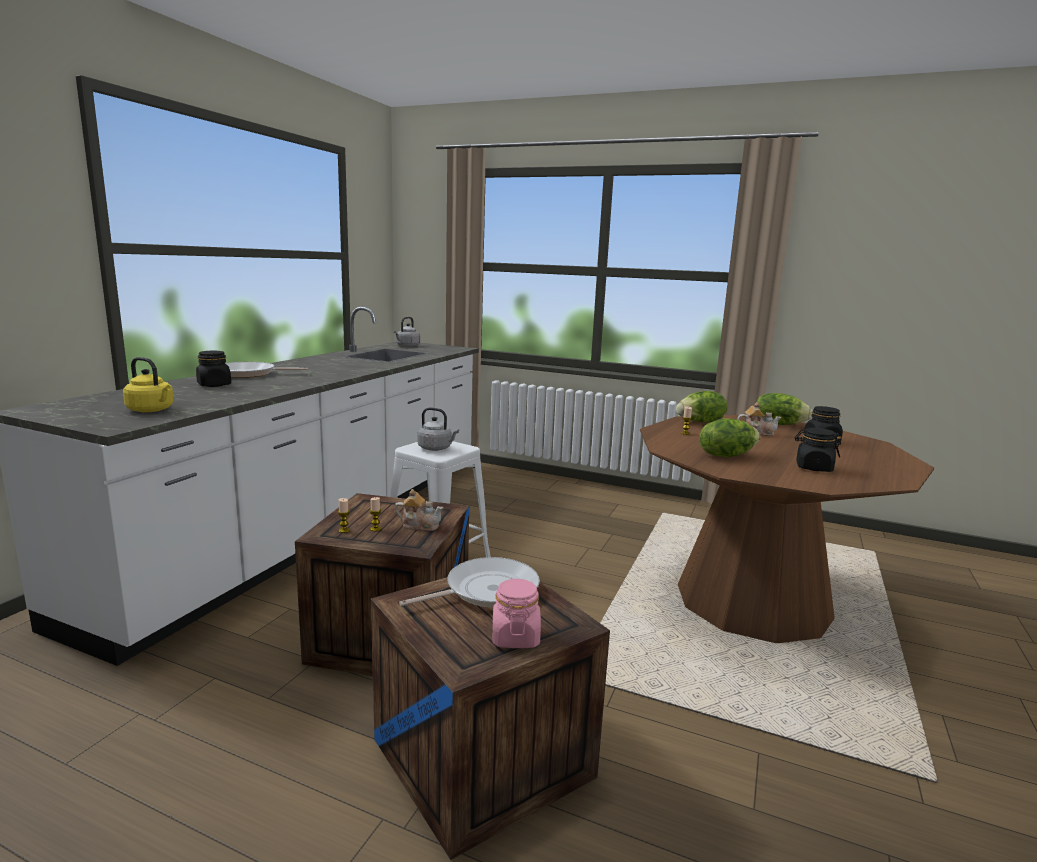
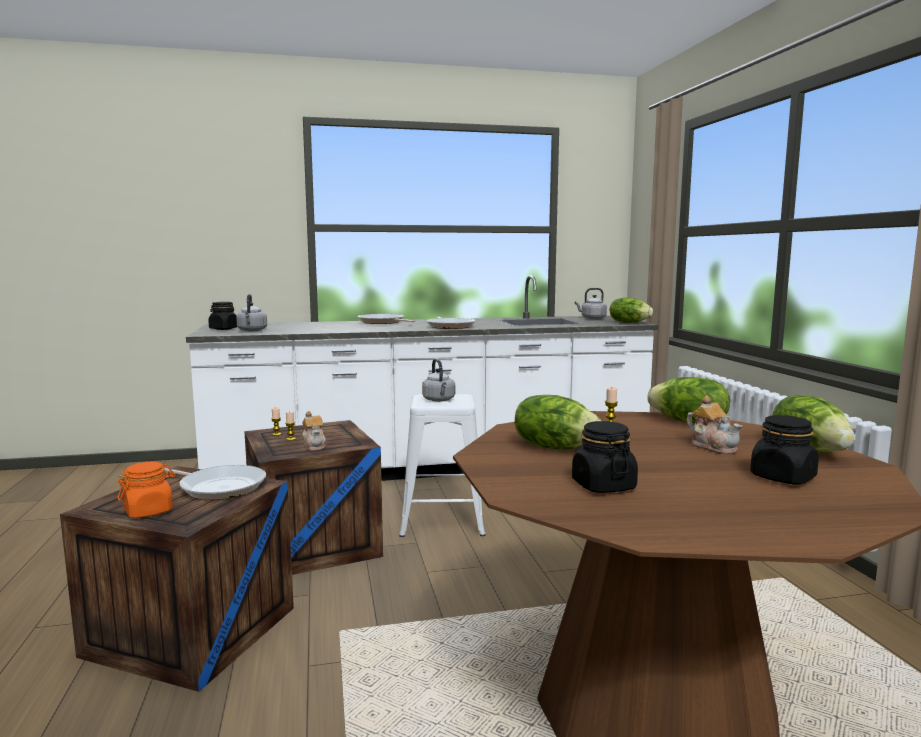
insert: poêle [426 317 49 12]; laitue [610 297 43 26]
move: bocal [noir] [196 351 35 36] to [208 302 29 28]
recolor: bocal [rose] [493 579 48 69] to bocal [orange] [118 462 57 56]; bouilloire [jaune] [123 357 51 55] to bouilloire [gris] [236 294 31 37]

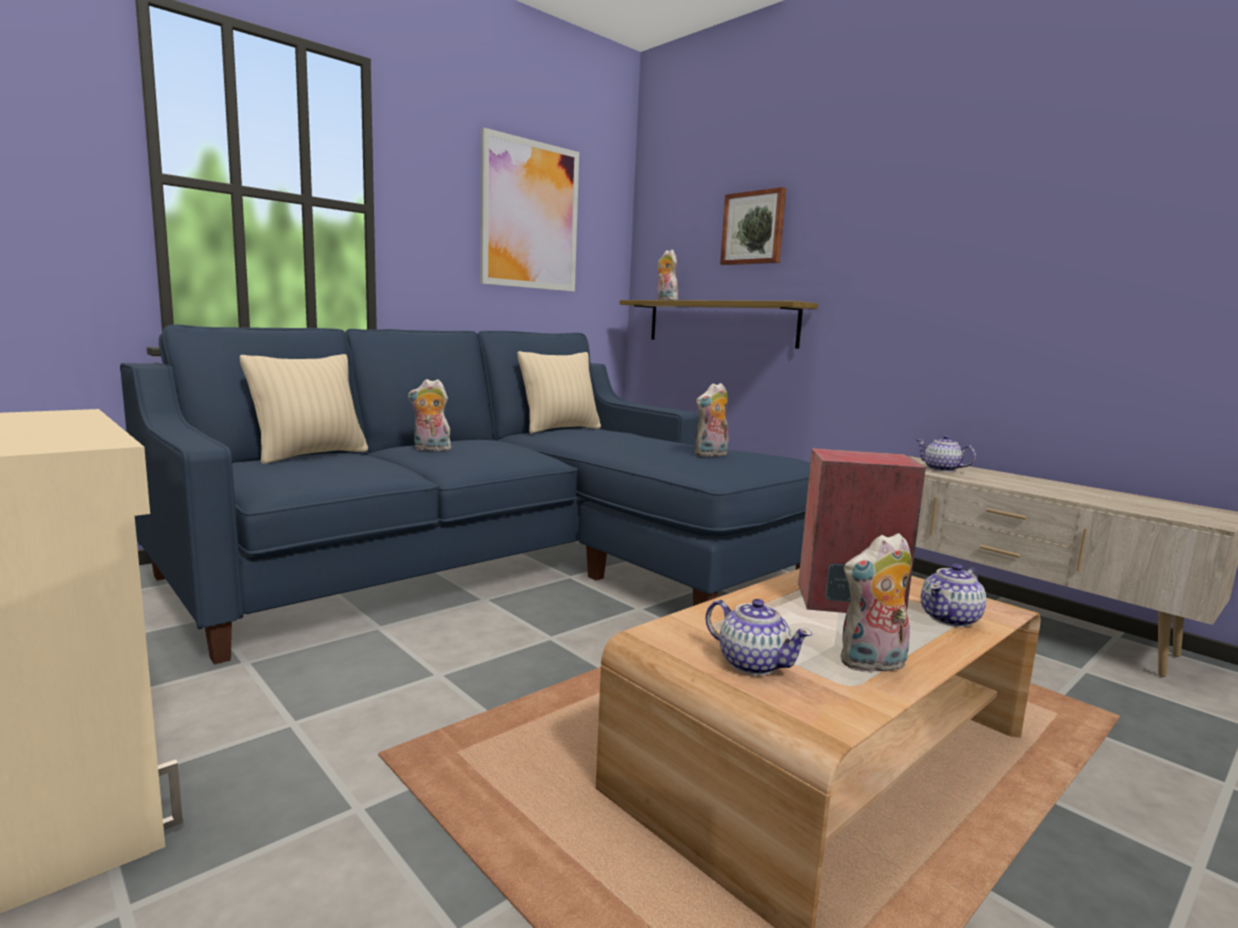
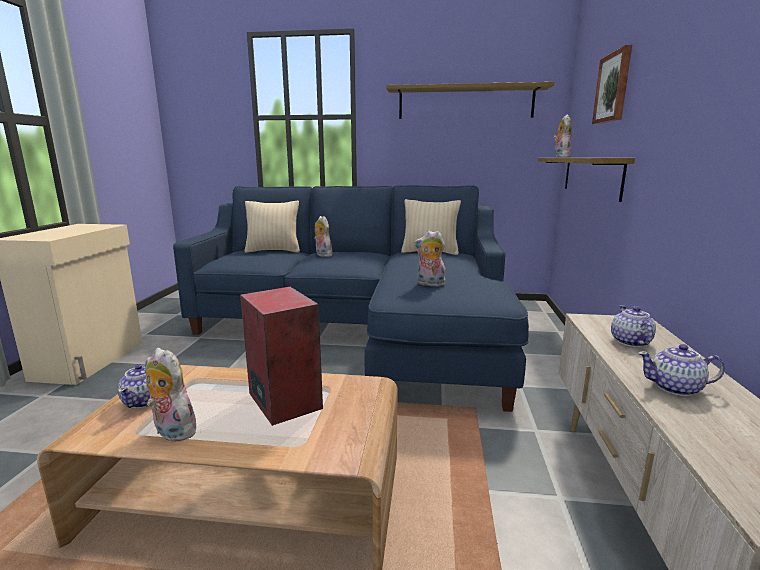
move: théière [921 564 65 63] to [638 344 87 52]
replace: tableau [480 127 99 164] to étagère [386 82 168 37]

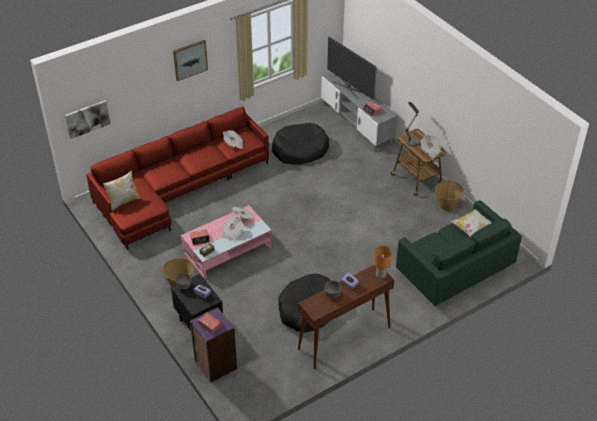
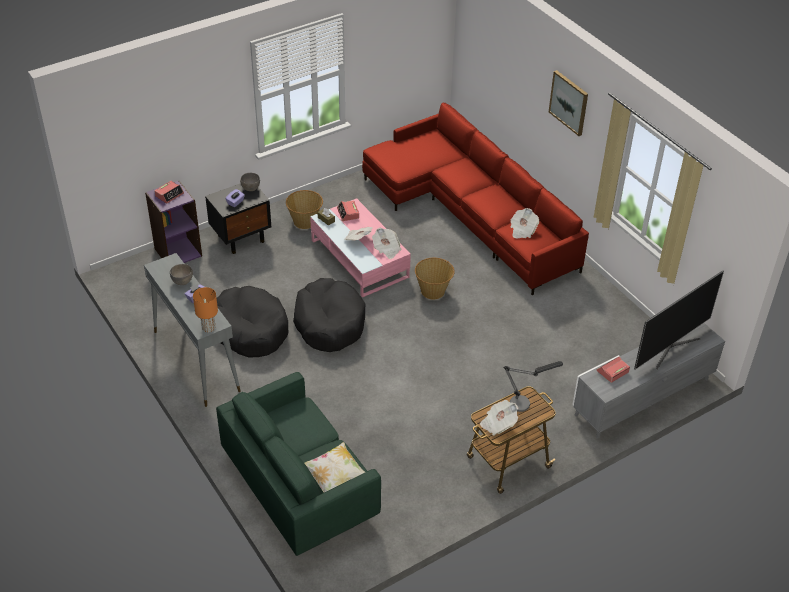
delete: tableau [65 100 45 39]; coussin [103 170 37 41]
move: panier pour chien [noir] [272 123 57 42] to [293 278 73 74]; panier [435 181 29 30] to [415 258 40 42]
recolor: table console [marron] [298 265 96 104] to table console [gris] [144 253 97 154]

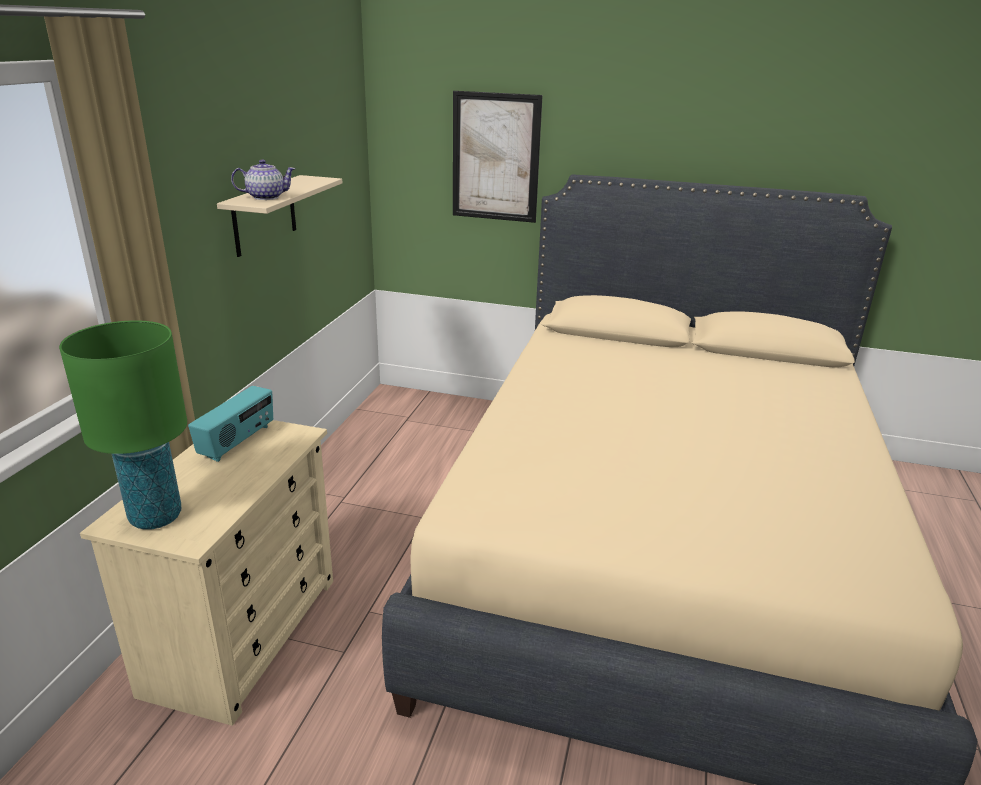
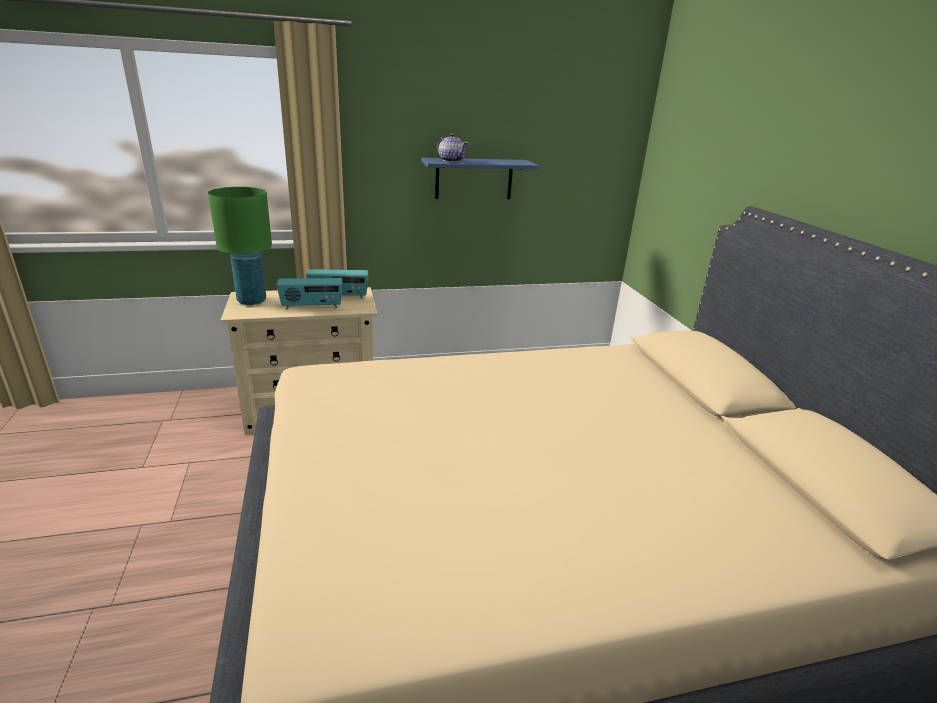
delete: tableau [453 91 90 132]
insert: radio [276 278 66 31]
recolor: étagère [beige] [217 175 126 82] to étagère [bleu] [421 158 118 41]

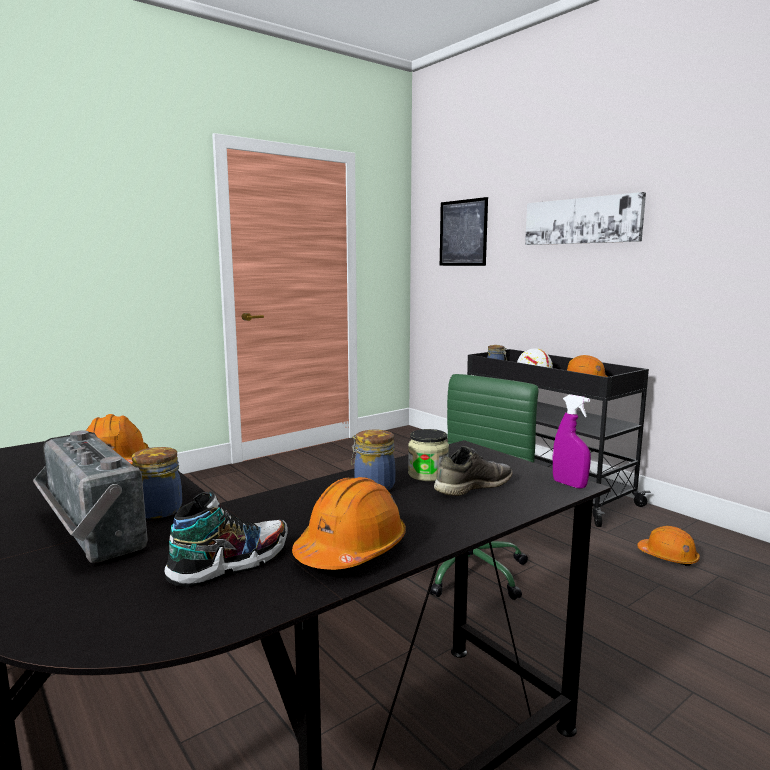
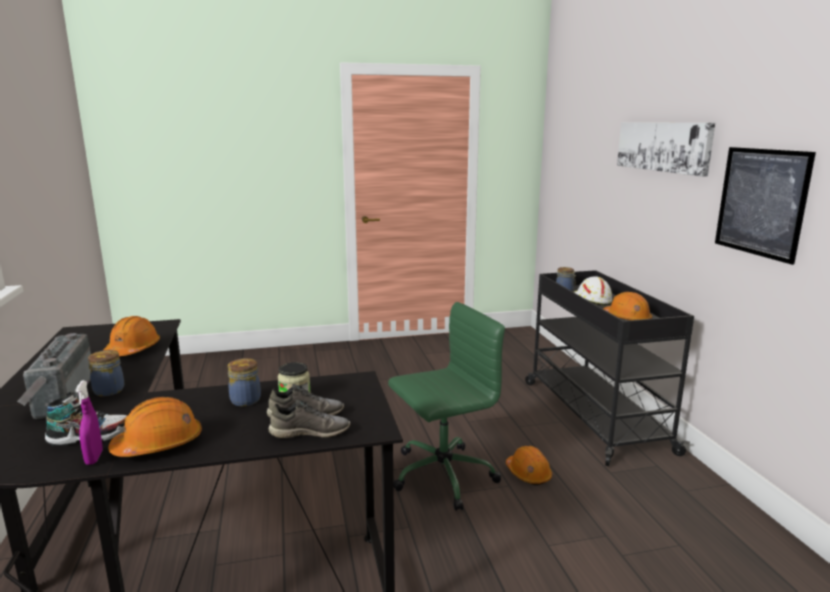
insert: chaussure [gris] [268 399 82 39]
move: vaporisateur [violet] [553 394 38 95] to [75 380 28 85]; casque de chantier [orange] [637 526 63 40] to [506 446 46 39]; tableau [440 197 48 69] to [715 147 101 118]

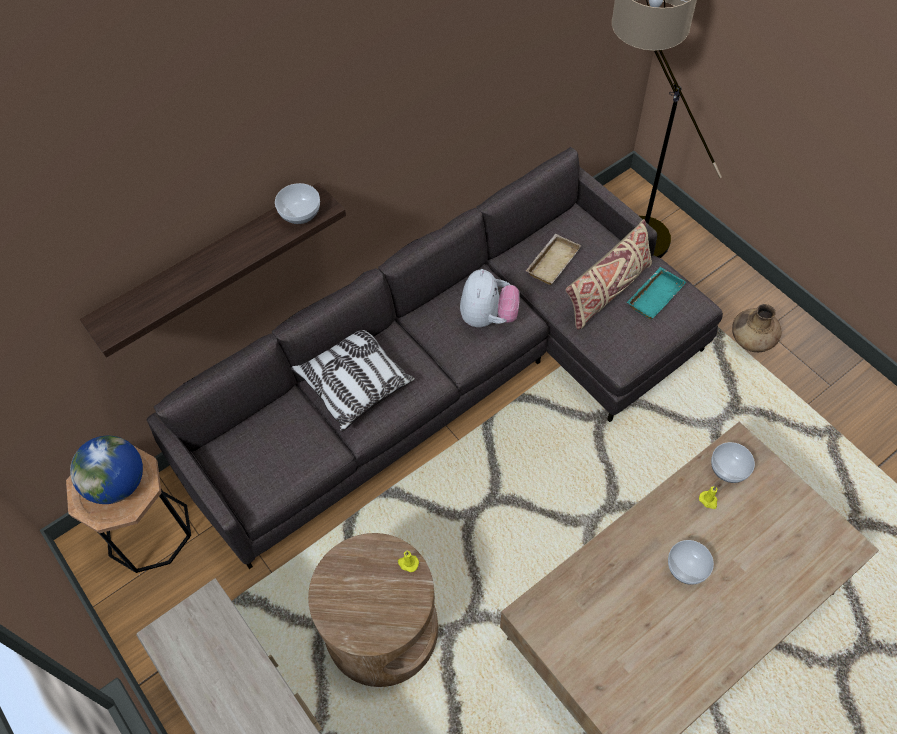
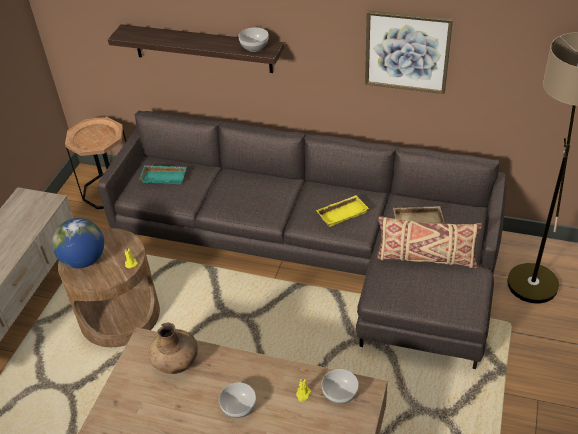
delete: coussin [291 330 124 102]
insert: tableau [365 10 88 84]
move: globe [70 436 73 68] to [52 218 52 50]; plateau [turquoise] [627 267 59 53] to [139 165 48 19]; vase [marron] [732 304 50 48] to [148 323 50 51]
replace: peluche [460 269 60 58] to plateau [jaune] [316 195 53 32]

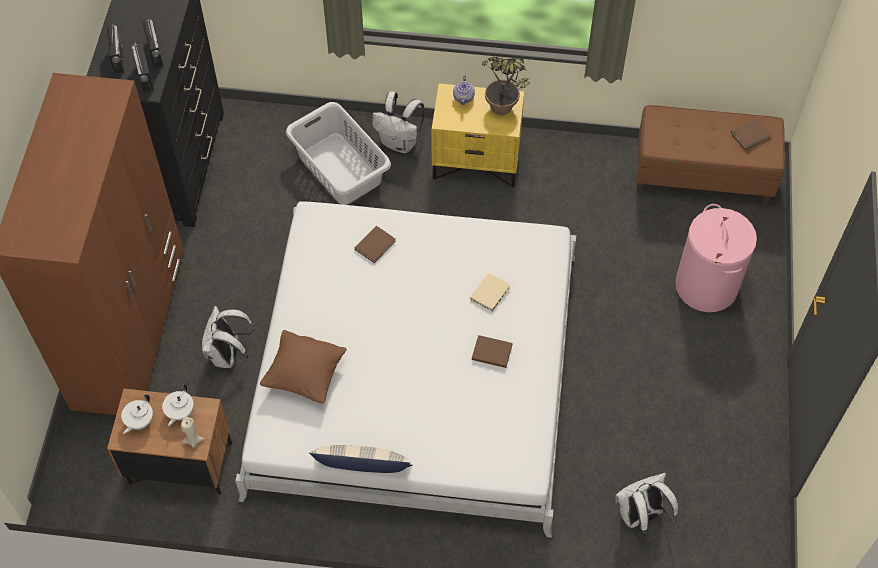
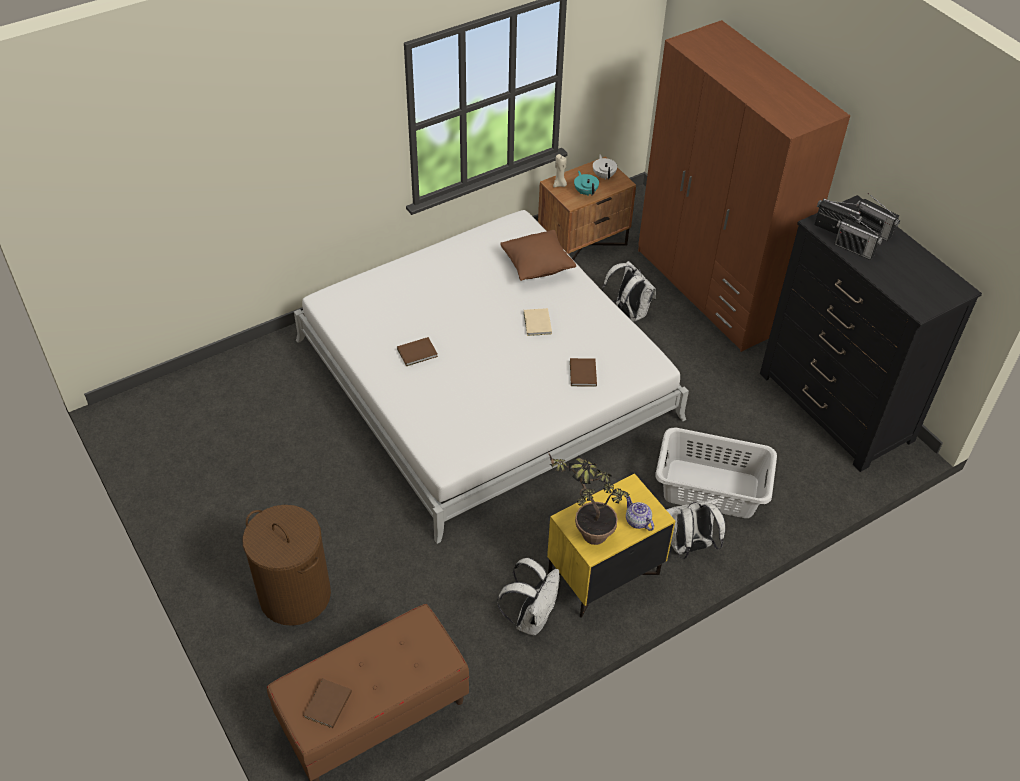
delete: coussin [309 445 104 28]
move: sac à dos [blanc] [615 473 63 65] to [497 558 62 77]; livre [beige] [470 273 41 38] to [524 308 28 28]
recolor: panier à linge [rose] [675 204 82 108] to panier à linge [marron] [242 505 89 121]; théière [blanc] [162 384 32 42] to théière [turquoise] [574 171 25 25]

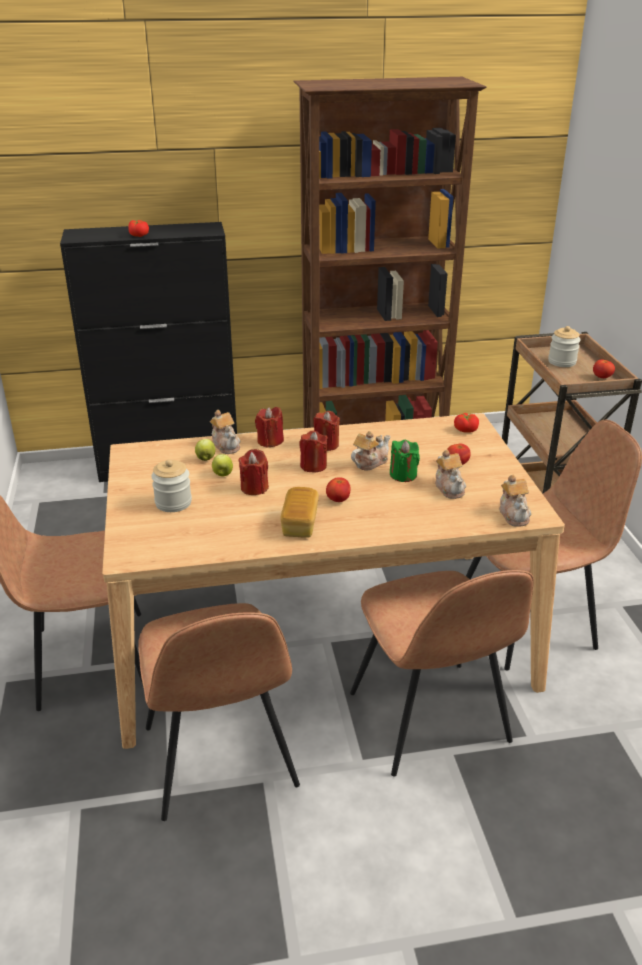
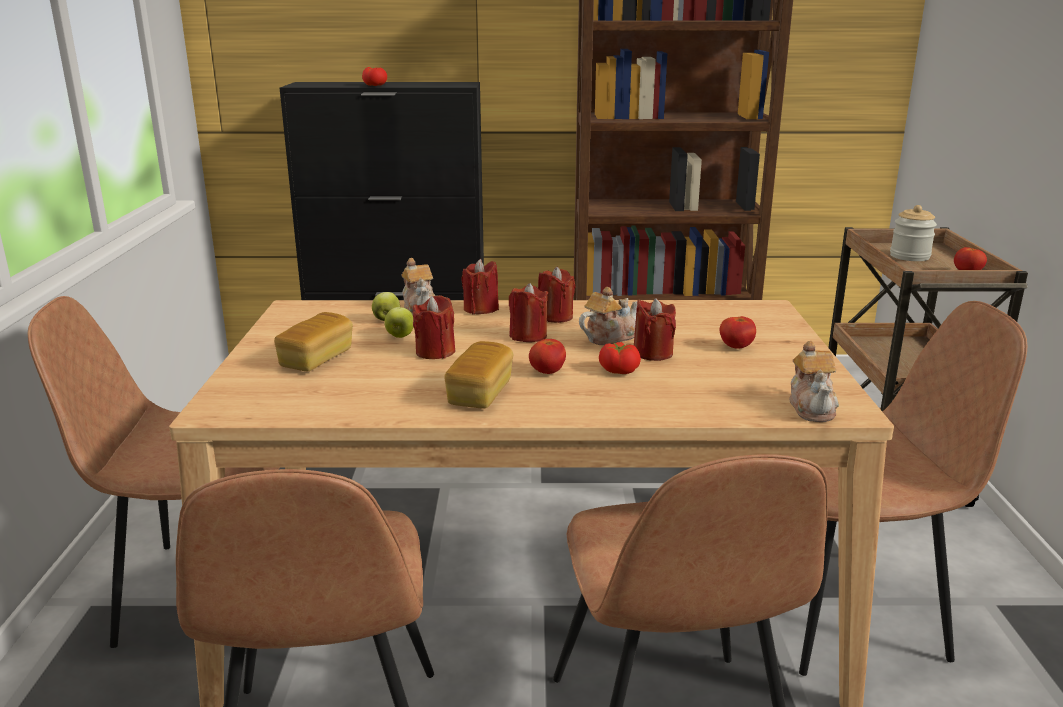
delete: théière [435 450 31 49]
move: tomate [454 413 25 20] to [599 342 42 32]
replace: bocal [151 459 41 53] to pain [274 312 79 59]
recolor: bougie [vert] [390 440 30 42] to bougie [rouge] [634 298 42 63]

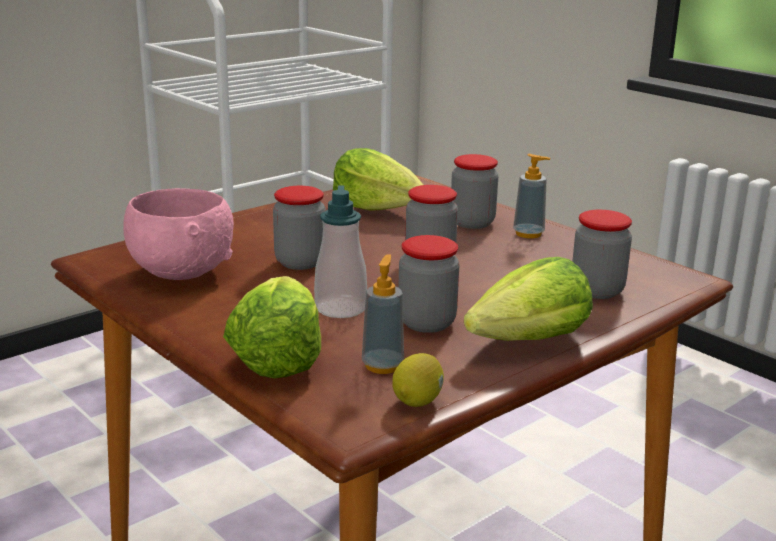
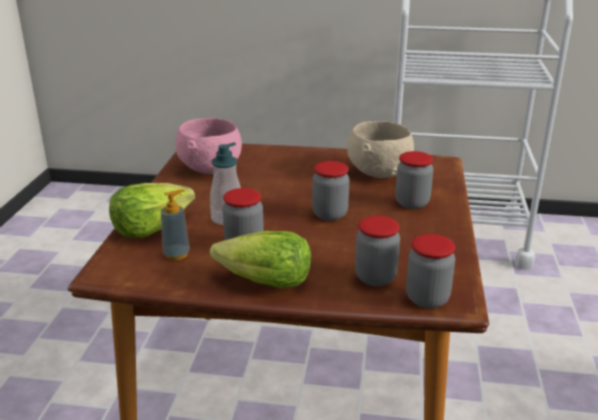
delete: citron [392 353 52 54]; distributeur de savon [513 154 38 84]
move: bocal [273 186 53 84] to [406 234 49 75]
replace: laitue [333 148 90 63] to bol [beige] [347 121 67 57]

